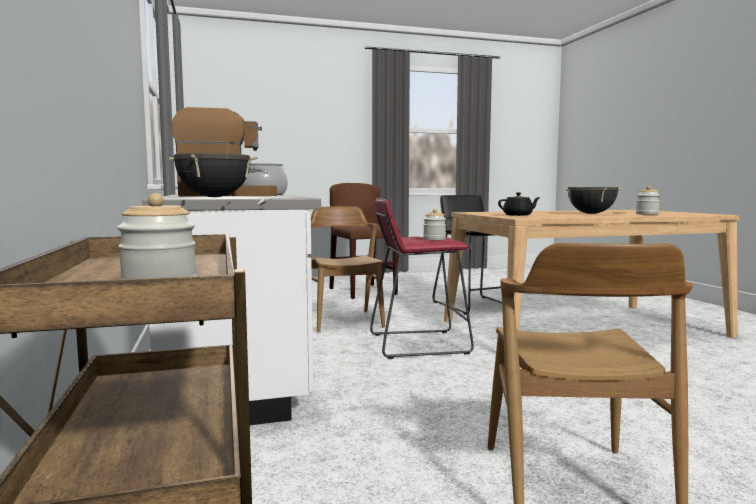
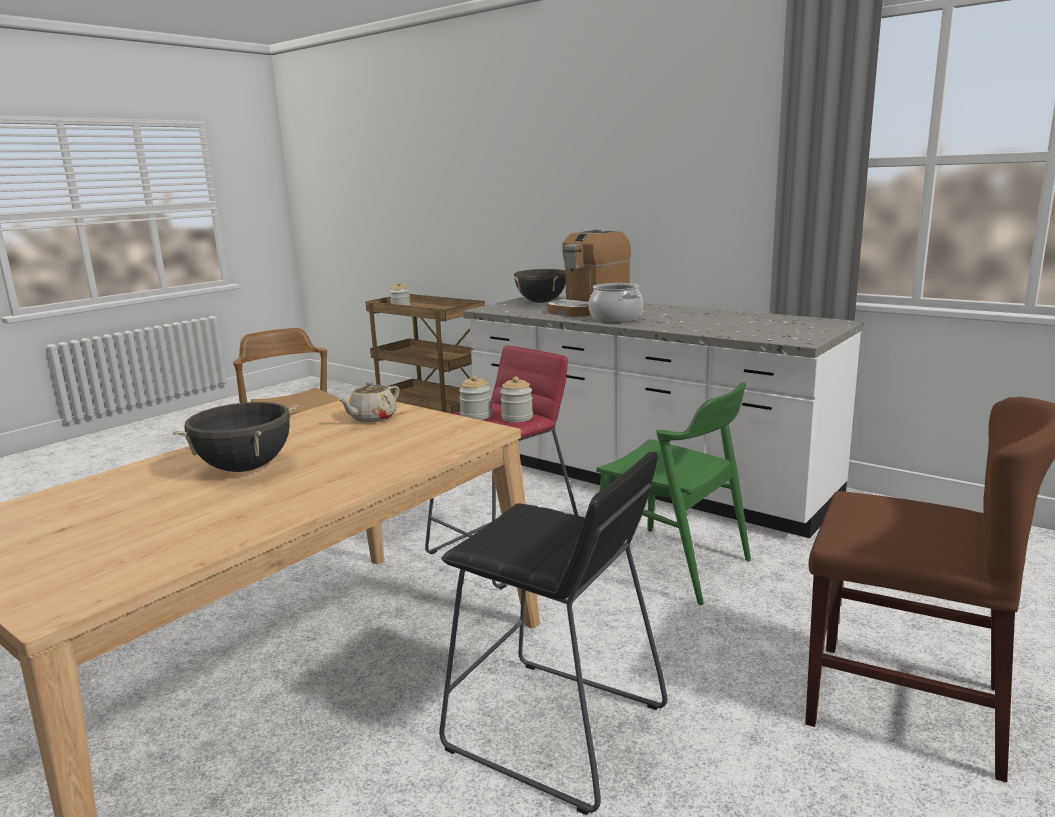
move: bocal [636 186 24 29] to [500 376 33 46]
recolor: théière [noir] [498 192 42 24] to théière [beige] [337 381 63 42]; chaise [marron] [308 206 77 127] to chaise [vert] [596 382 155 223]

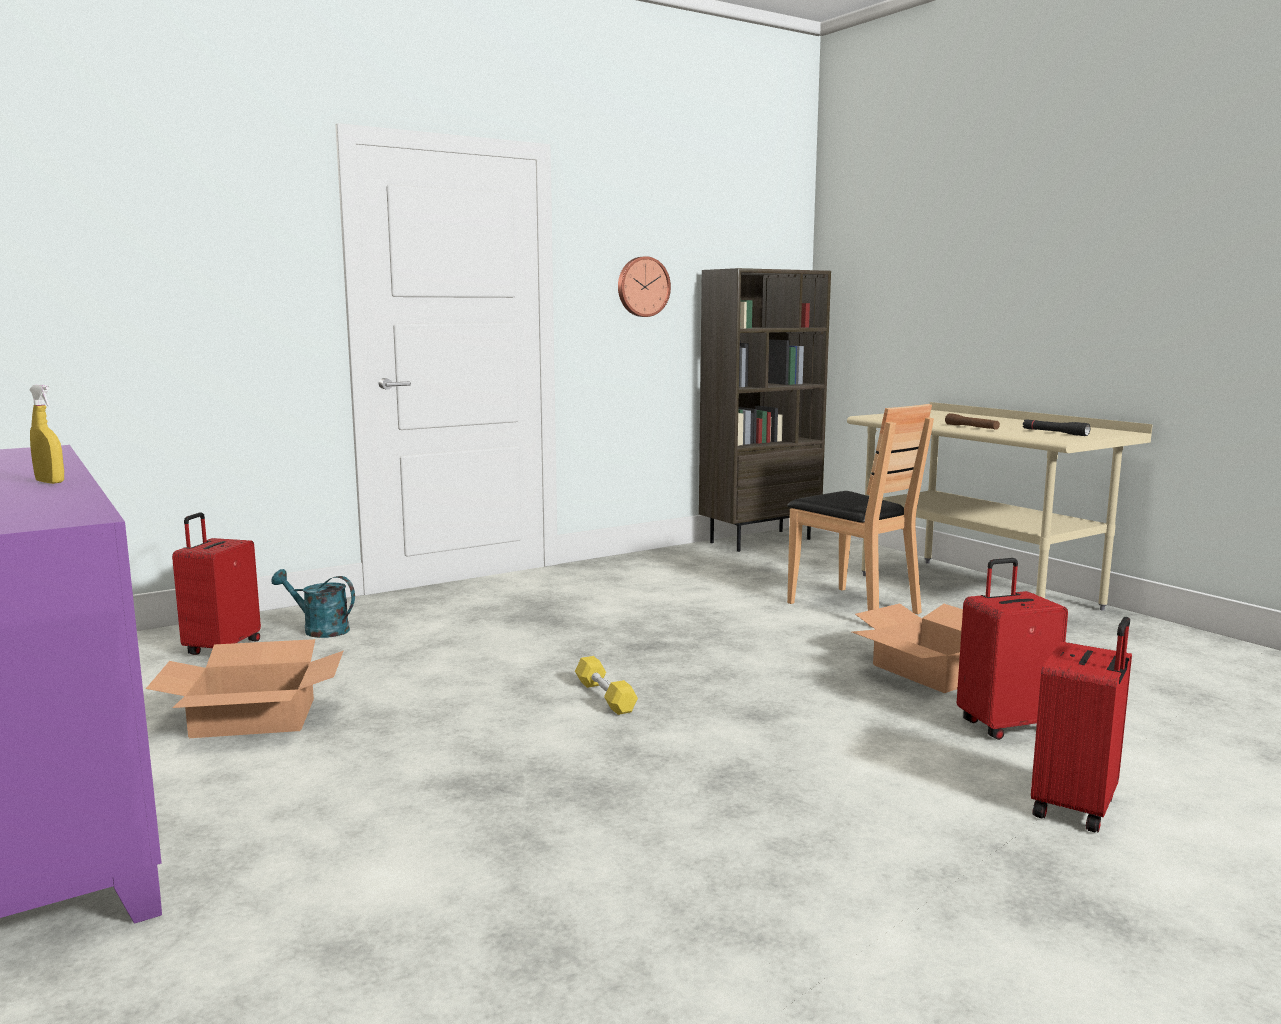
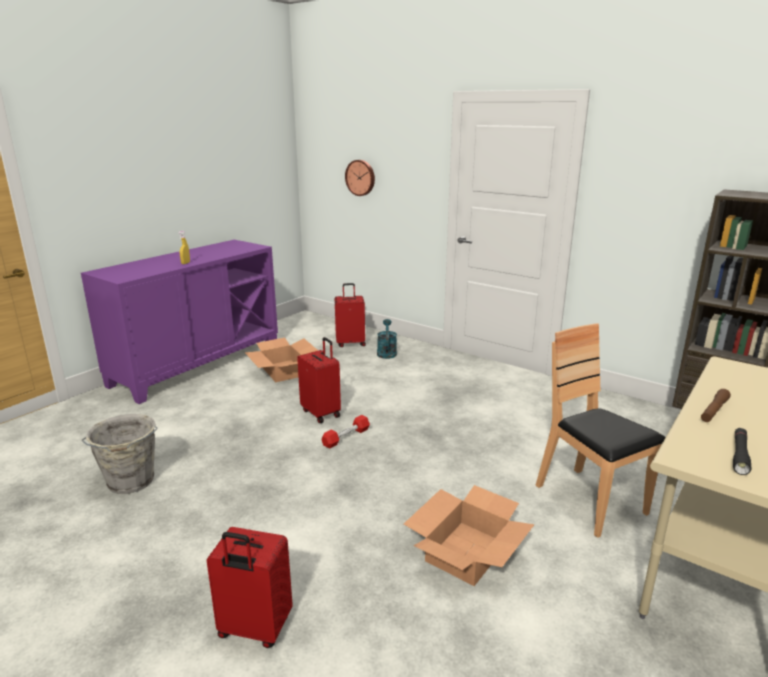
insert: seau [gris] [81 414 77 80]
move: valise [rouge] [957 558 111 182] to [297 337 44 86]; horloge murale [618 256 53 61] to [345 160 30 36]
recolor: haltère [jaune] [575 656 63 59] to haltère [rouge] [321 415 49 34]
rotate: chaise [marron] [787 404 147 223] = [536 323 130 215] 120 degrees clockwise

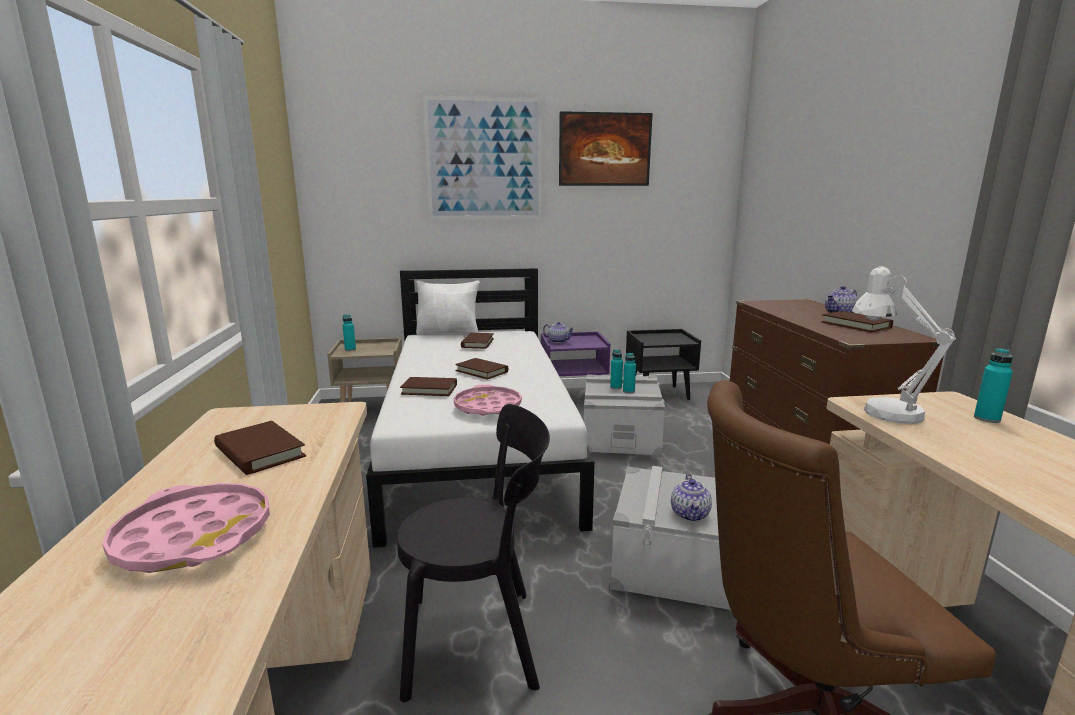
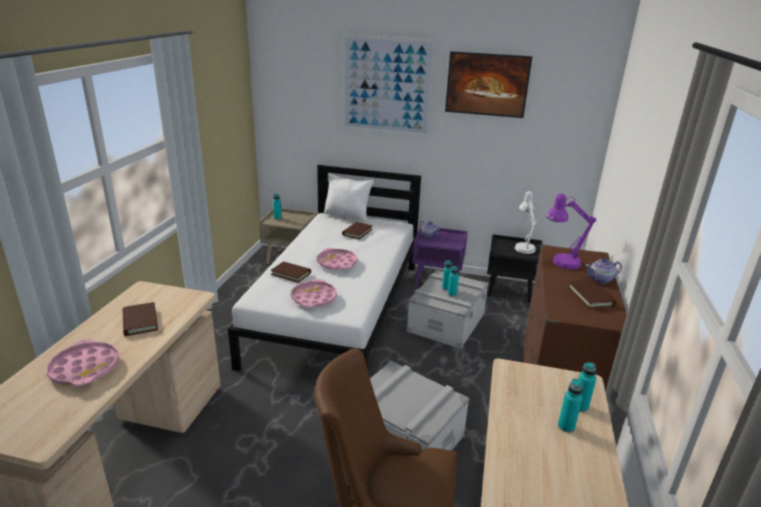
delete: chaise [noir] [397 404 153 298]; théière [671 474 41 47]
insert: lampe de table [violet] [546 194 50 76]; bouteille [turquoise] [558 379 25 54]
move: lampe de table [blanc] [852 266 104 158] to [515 191 22 63]
replace: livre [marron] [455 358 53 22] to plateau [rose] [317 248 40 22]

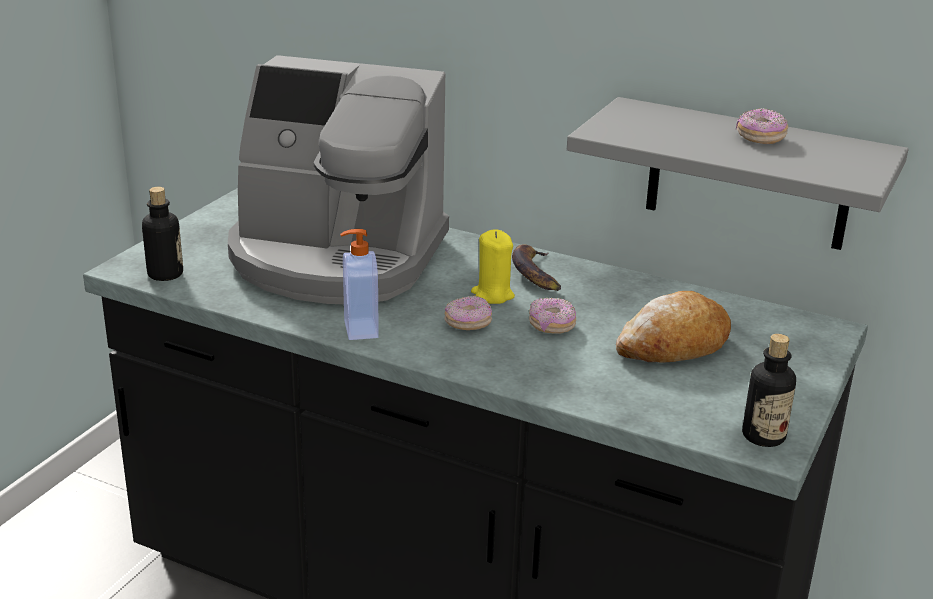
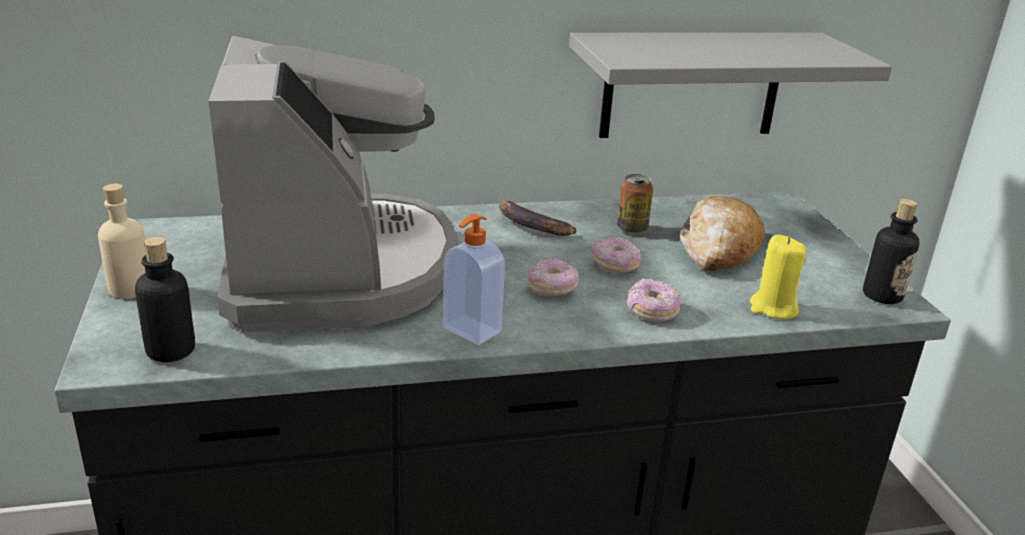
insert: bouteille [beige] [98 184 48 115]; boîte métallique [617 174 36 60]
move: beignet [736 108 52 36] to [627 279 54 43]; bougie [jaune] [471 229 44 75] to [750 235 56 84]
rotate: machine à café [228 55 221 249] = [208 36 250 296] 75 degrees counterclockwise

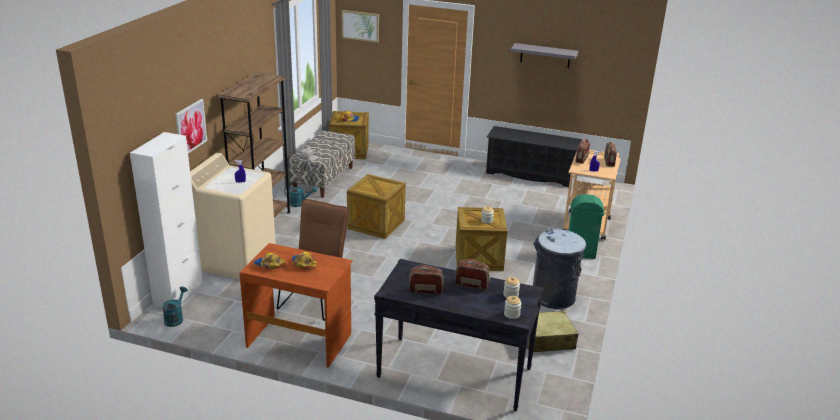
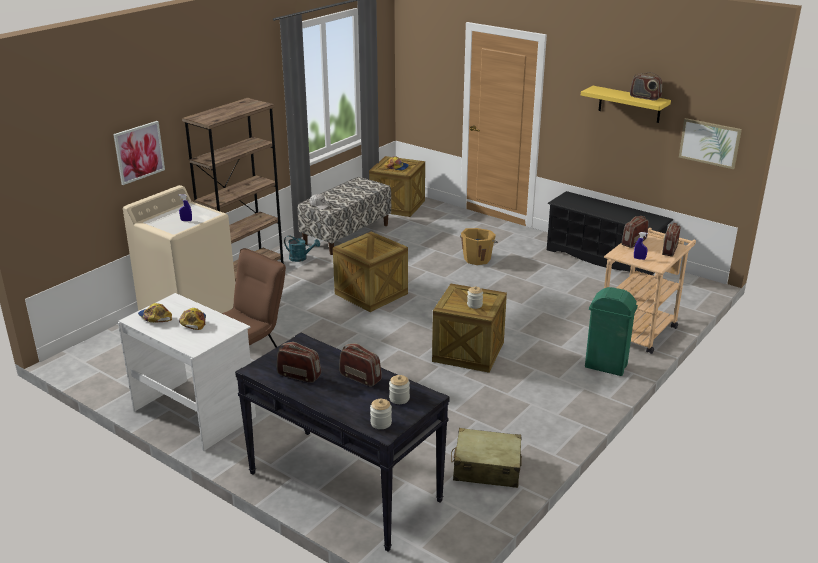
delete: meuble de rangement [blanc] [130 132 73 175]; arrosoir [turquoise] [162 287 25 40]; poubelle [gris] [533 229 53 80]
insert: seau [orange] [460 228 38 37]; radio [630 72 32 28]
move: tableau [342 10 37 33] to [679 118 63 51]
recolor: bureau [marron] [240 243 113 125] to bureau [blanc] [118 293 138 158]; étagère [gris] [510 43 68 25] to étagère [jaune] [581 86 90 37]

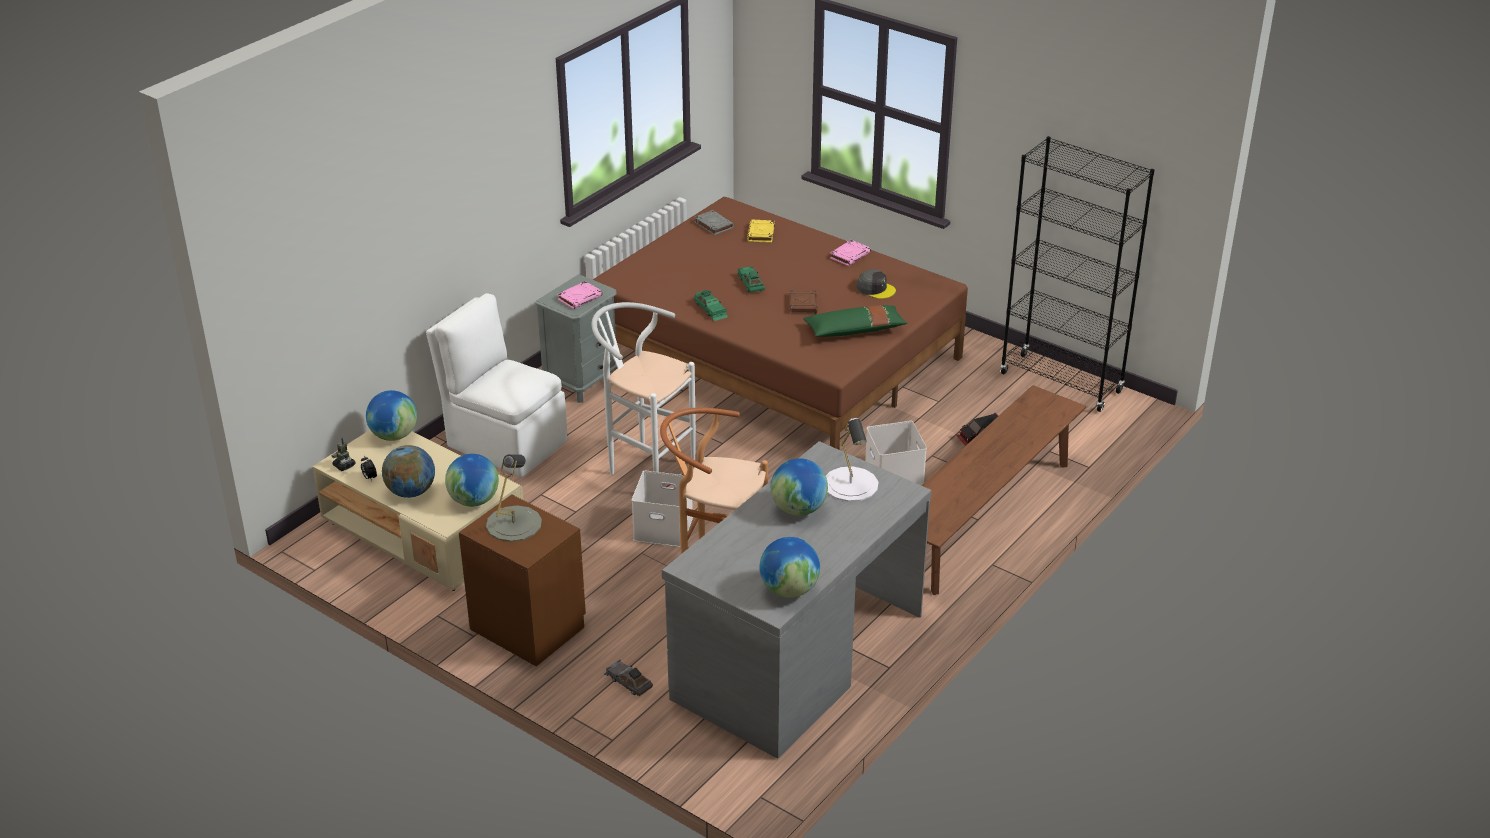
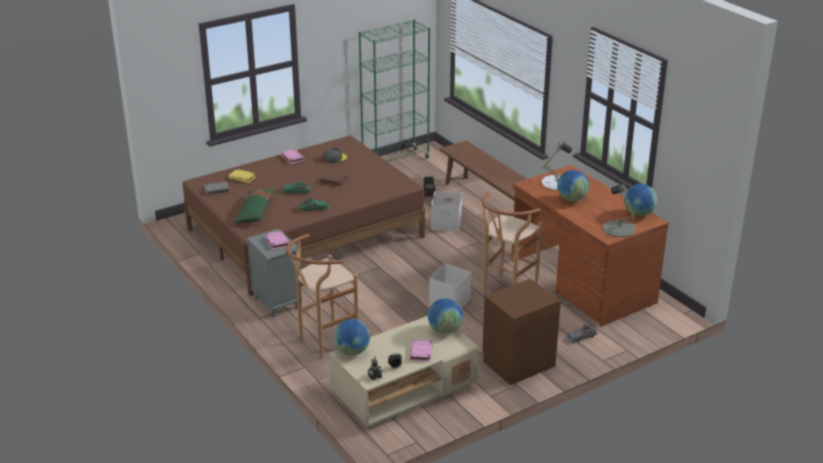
delete: tabouret [blanc] [591 302 105 172]
move: coussin [vert] [803 305 105 32] to [234 189 41 33]; lampe de table [gris] [486 454 56 88] to [603 184 33 53]
replace: chaise [blanc] [426 293 141 184] to tabouret [marron] [286 234 73 124]; globe [382 445 53 53] to livre [rose] [410 340 23 22]
recolor: bibliothèque [noir] [1000 136 154 276] to bibliothèque [vert] [359 19 71 143]; bureau [gris] [662 441 270 317] to bureau [marron] [511 165 157 161]

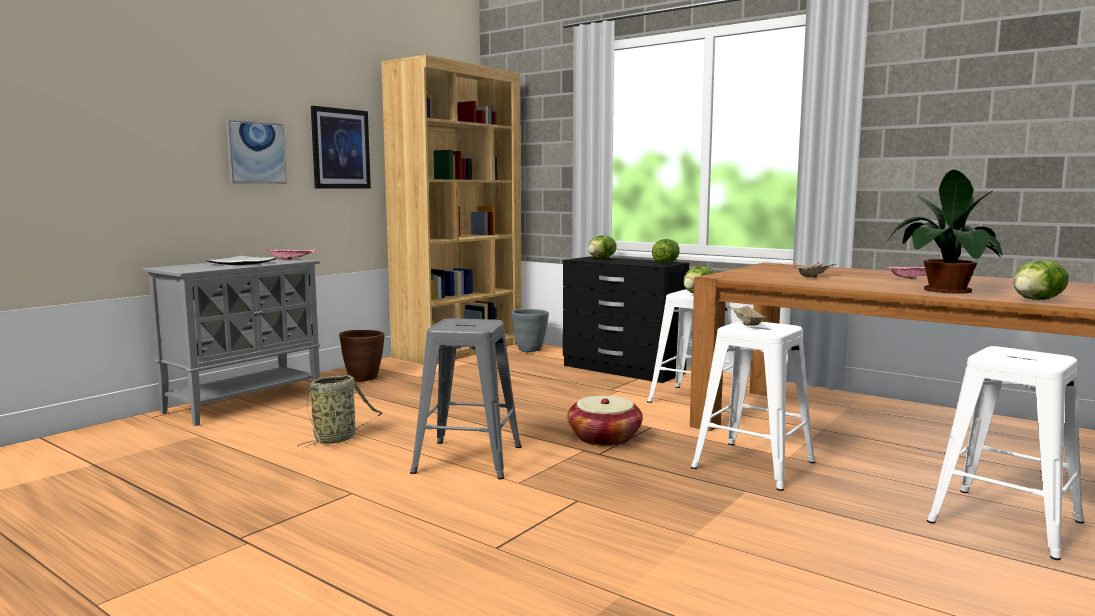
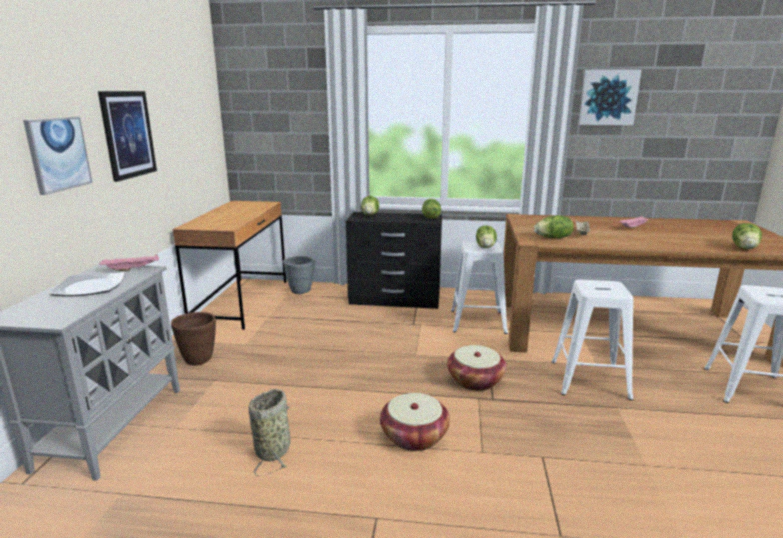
delete: plateau [beige] [729 306 38 20]; plante en pot [887 170 116 124]
insert: laitue [534 215 40 24]; tableau [578 69 64 56]
replace: bibliothèque [marron] [381 55 141 309] to bureau [marron] [172 201 114 129]; tabouret [gris] [410 318 112 161] to panier [380 393 70 58]

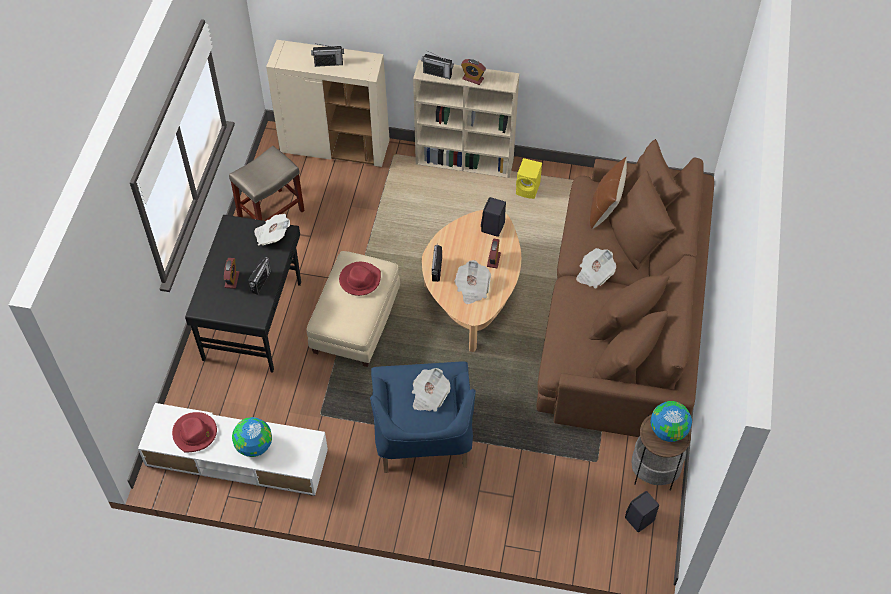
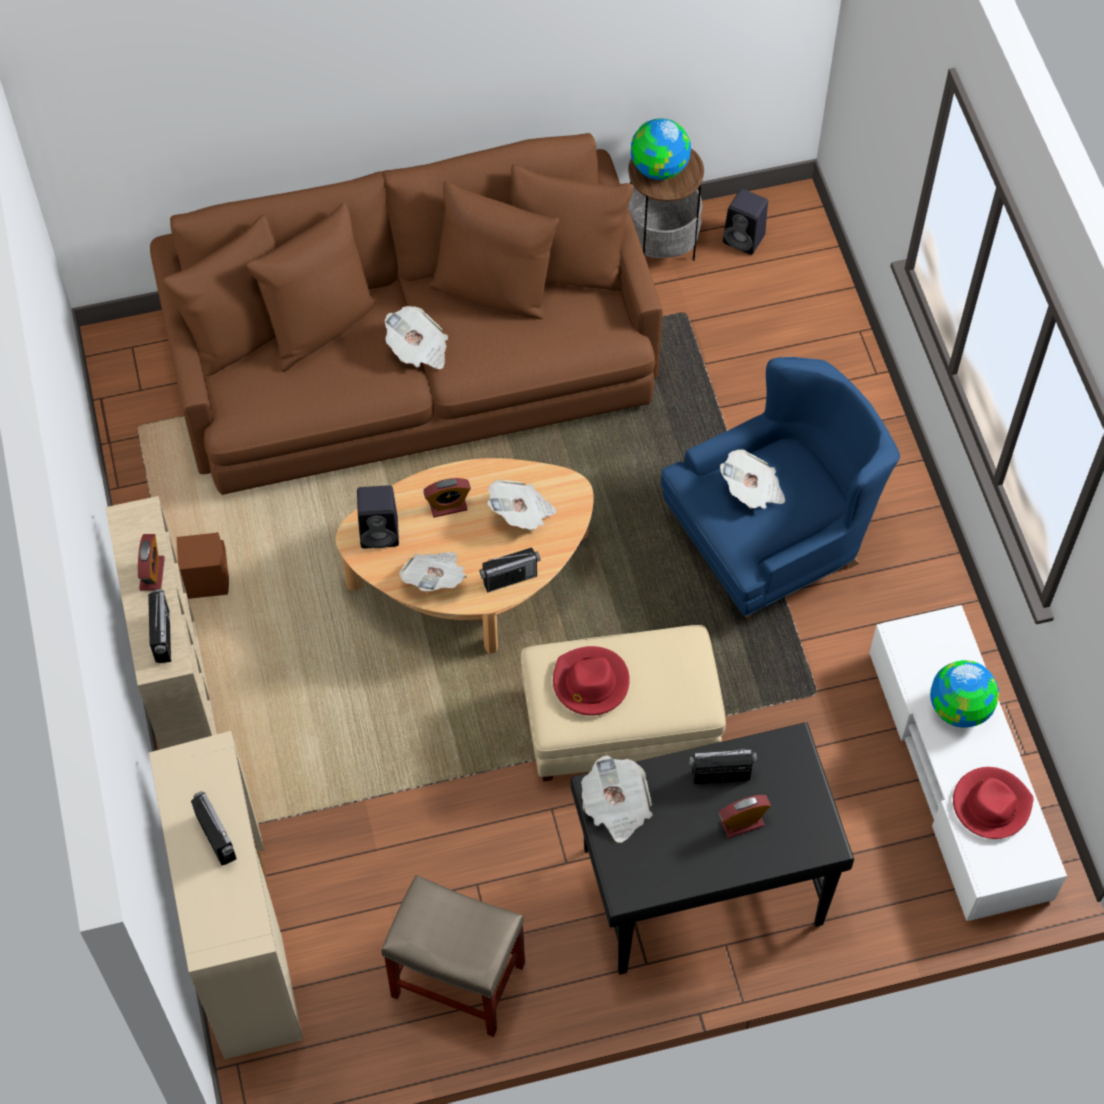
delete: coussin [marron] [590 157 37 72]
insert: journal [399 552 67 39]
recolor: enceinte [jaune] [516 158 26 41] to enceinte [marron] [177 532 52 67]

